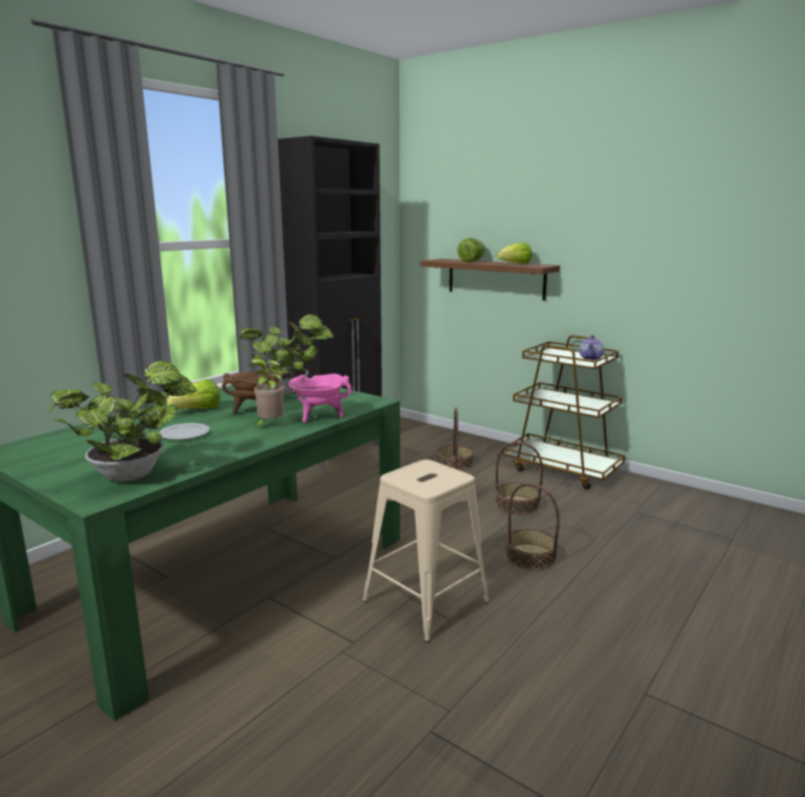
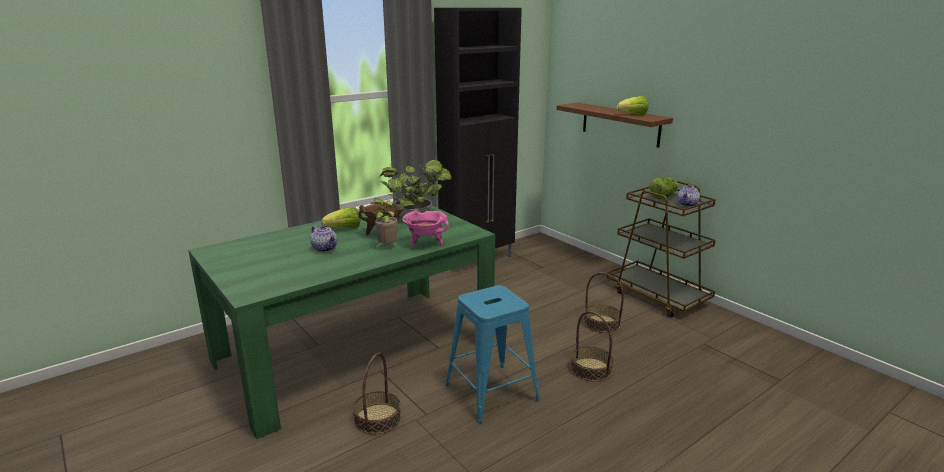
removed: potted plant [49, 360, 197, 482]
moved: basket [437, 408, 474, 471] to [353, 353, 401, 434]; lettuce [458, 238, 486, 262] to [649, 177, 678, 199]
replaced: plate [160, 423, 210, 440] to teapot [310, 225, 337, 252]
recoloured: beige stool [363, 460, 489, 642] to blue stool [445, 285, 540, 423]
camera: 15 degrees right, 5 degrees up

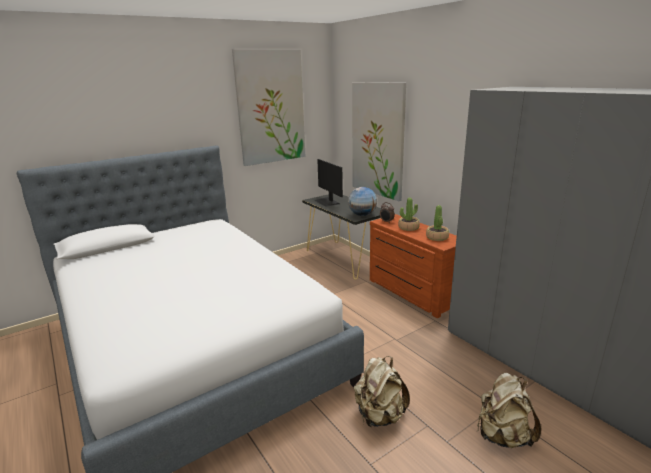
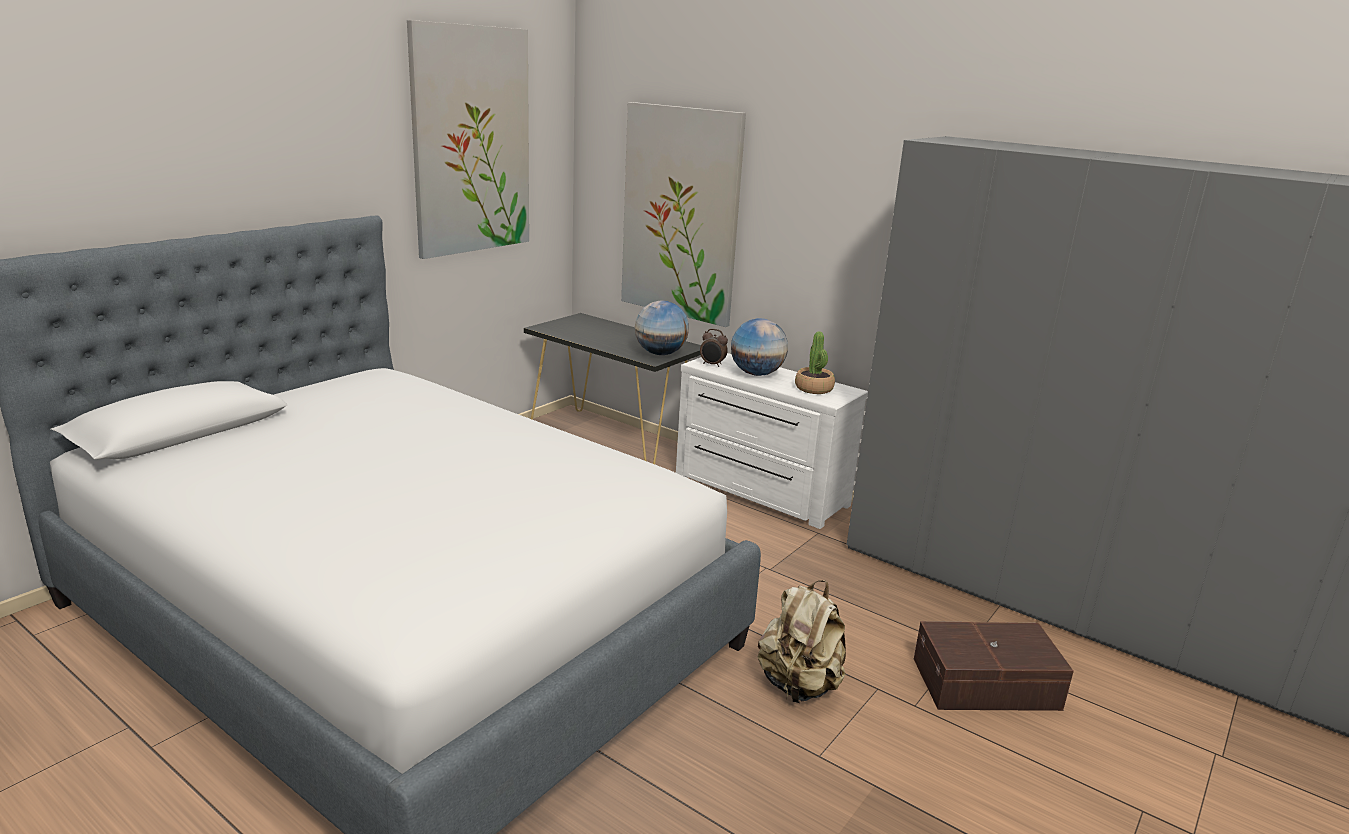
removed: monitor [314, 159, 343, 207]
replaced: potted plant [398, 198, 420, 231] to globe [731, 318, 788, 376]; beige backpack [477, 373, 541, 448] to brown storage box [914, 621, 1074, 711]
recoloured: brown dresser [370, 214, 457, 318] to white dresser [676, 353, 868, 529]
camera: 20 degrees left, 0 degrees up

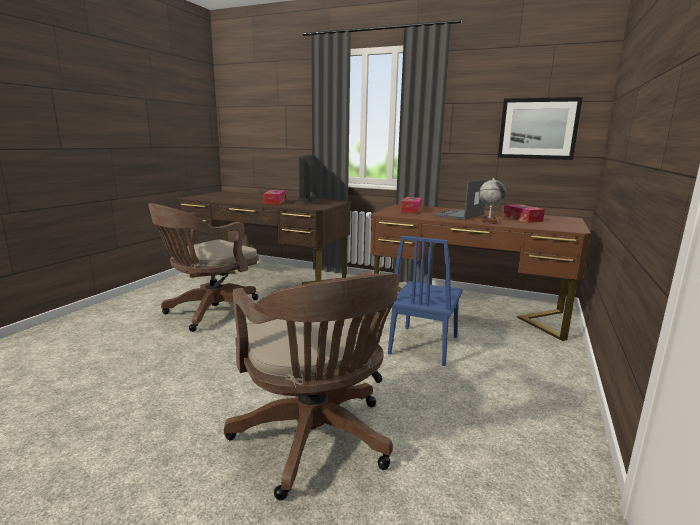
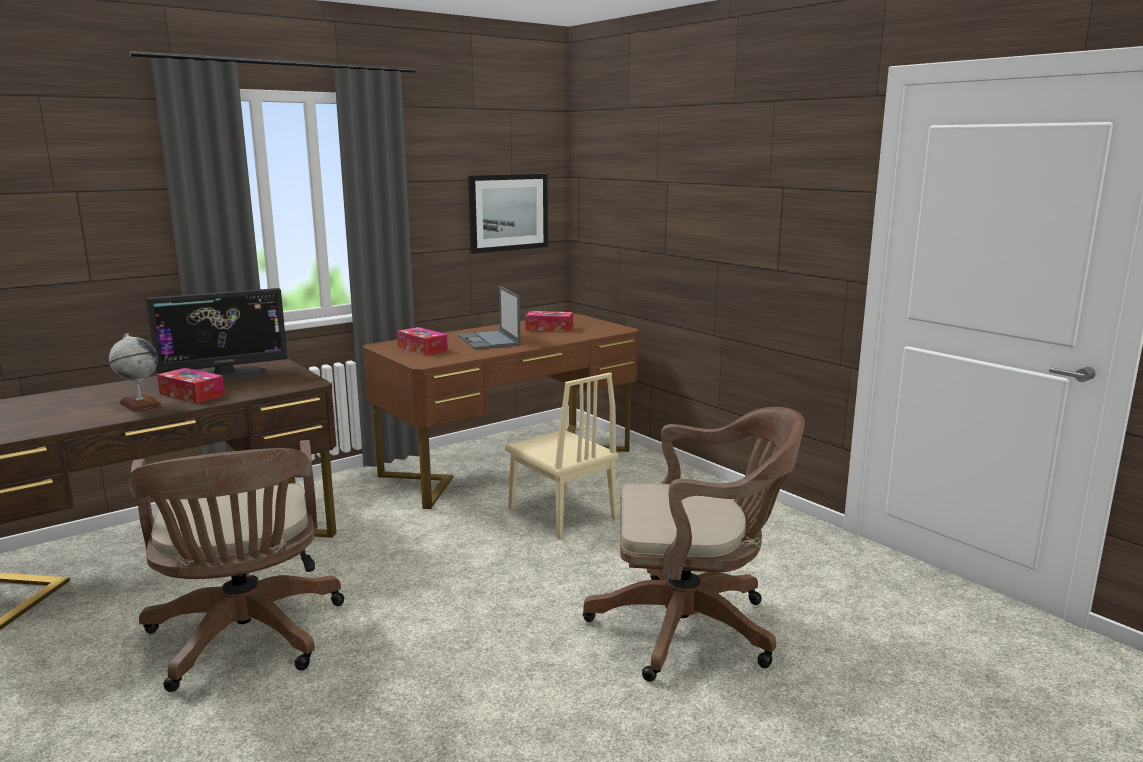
moved: globe [479, 178, 506, 224] to [109, 333, 162, 412]
recoloured: blue chair [388, 236, 463, 366] to beige chair [505, 373, 618, 539]
turned: monitor [297, 154, 318, 204] = [146, 288, 288, 382] 60 degrees counterclockwise
camera: 60 degrees left, 0 degrees up

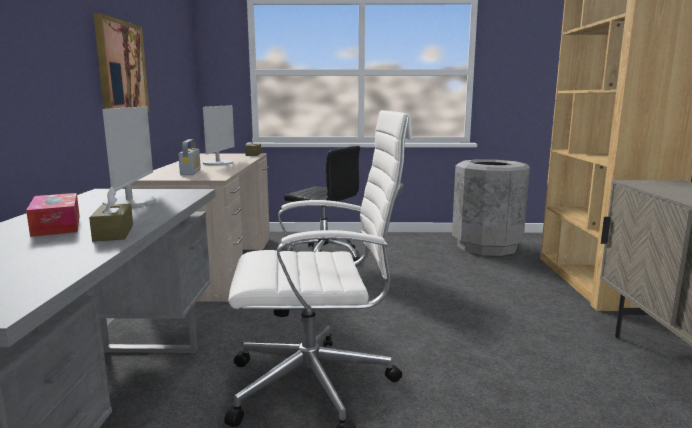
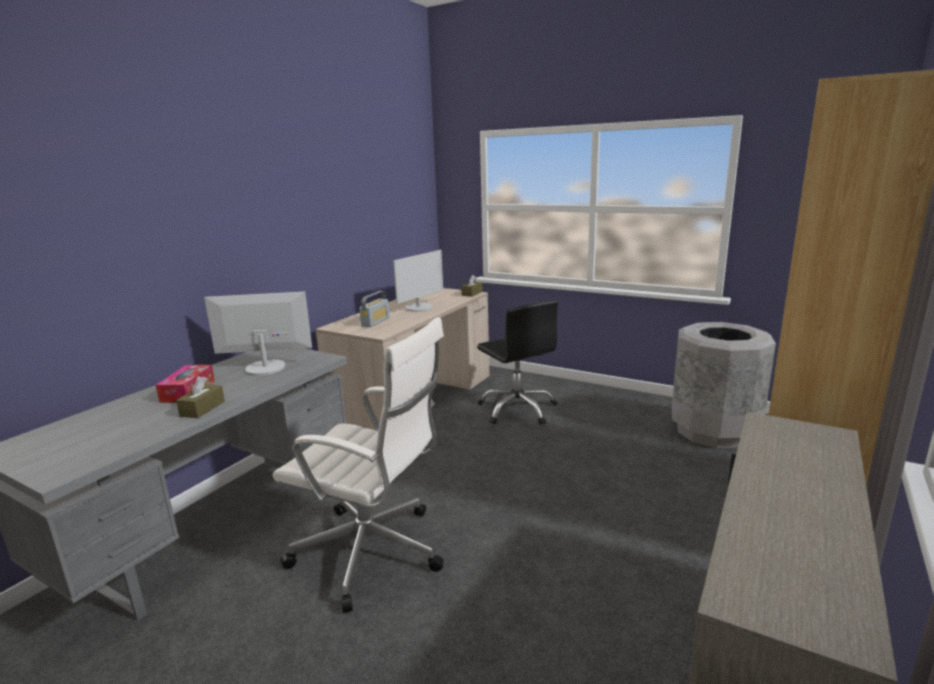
removed: picture [93, 13, 149, 112]
turned: monitor [102, 106, 156, 207] = [204, 292, 312, 376] 120 degrees counterclockwise
camera: 30 degrees right, 5 degrees up

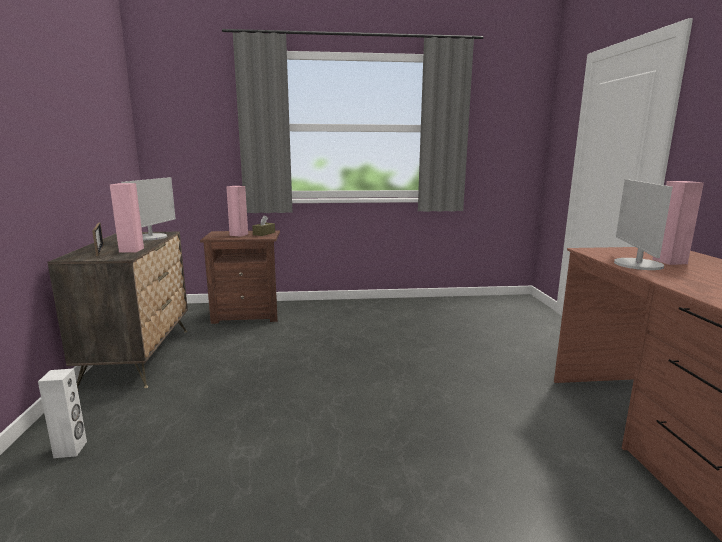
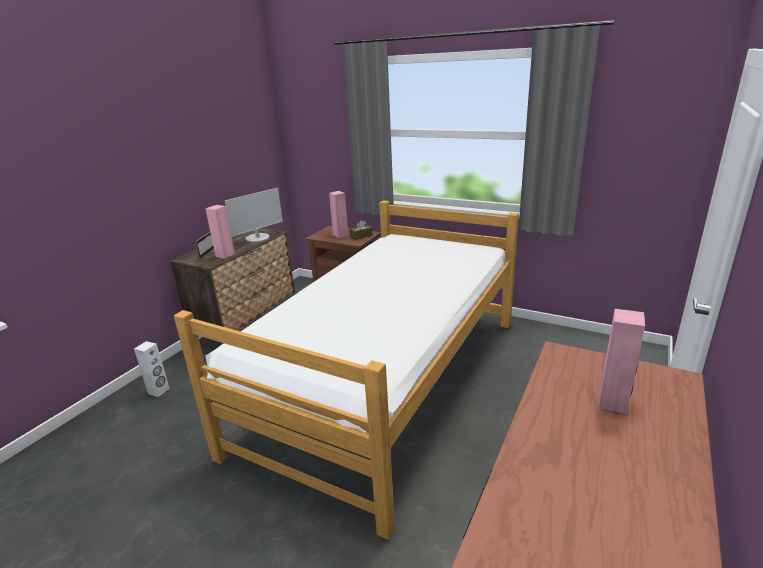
removed: monitor [614, 179, 673, 270]
added: bed [174, 200, 519, 540]
camera: 35 degrees right, 10 degrees up

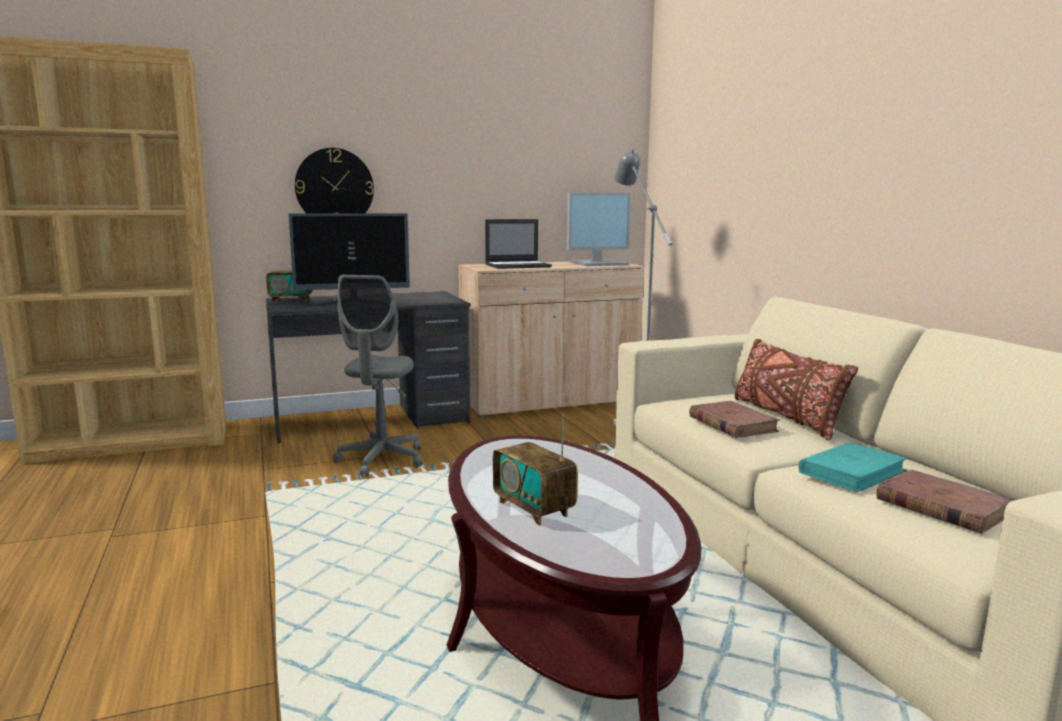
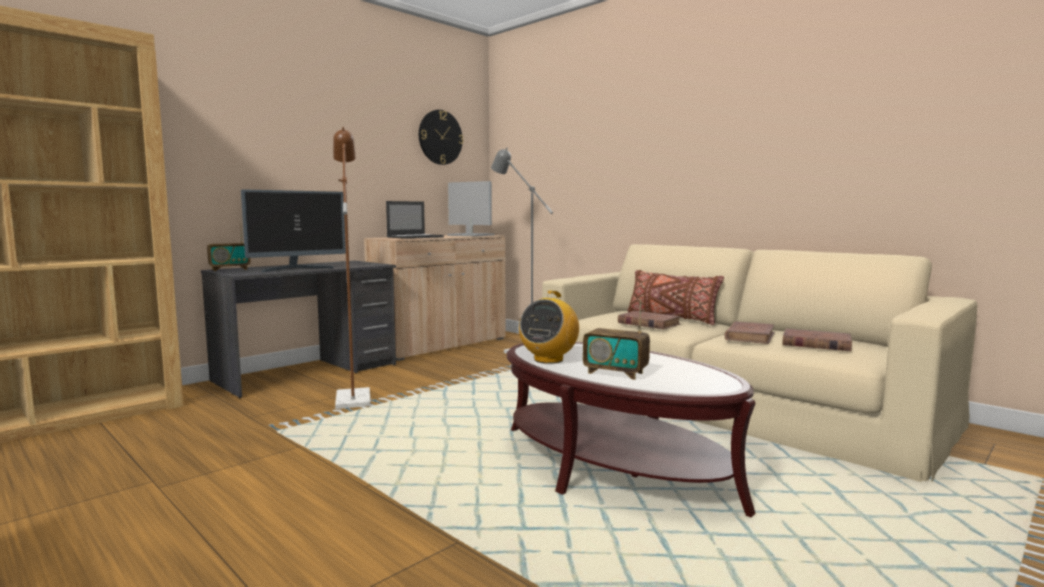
added: radio [519, 291, 579, 364]
moved: wall clock [295, 148, 374, 213] to [419, 110, 463, 165]
replaced: grey office chair [333, 275, 423, 477] to brown floor lamp [333, 127, 371, 409]
recoloured: turquoise book [798, 442, 907, 492] to brown book [724, 321, 775, 344]
turned: monitor [567, 193, 631, 266] = [447, 181, 495, 236] 105 degrees counterclockwise
camera: 25 degrees left, 5 degrees down

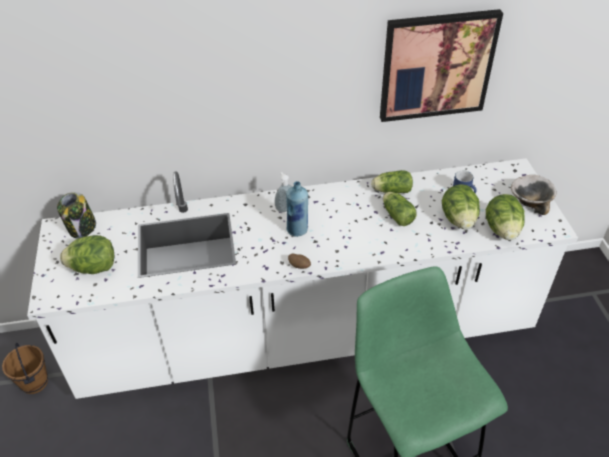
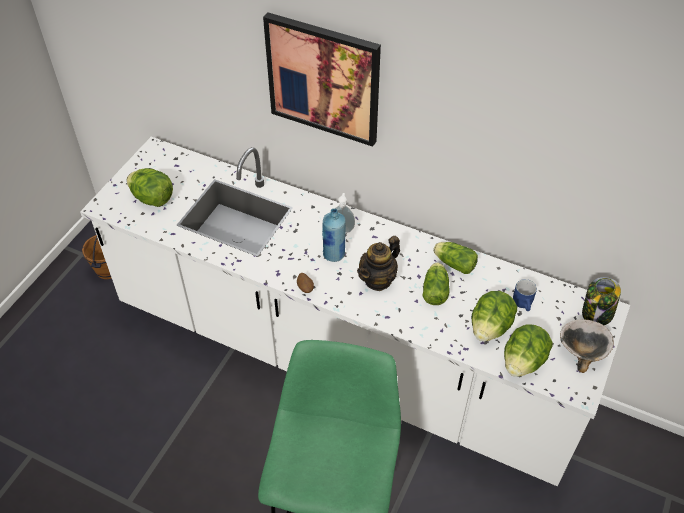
added: teapot [357, 236, 400, 291]
moved: picture [380, 9, 503, 122] to [263, 12, 381, 147]; jar [57, 192, 96, 238] to [582, 277, 621, 325]
camera: 35 degrees right, 5 degrees up

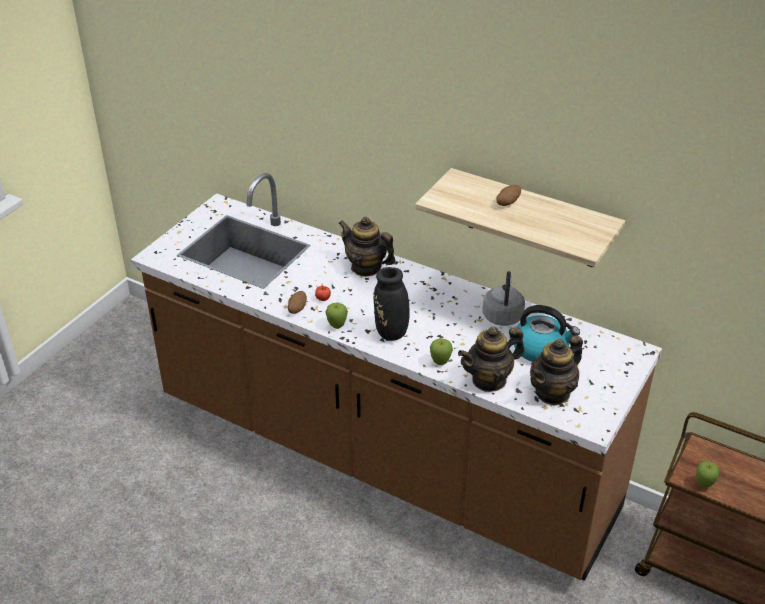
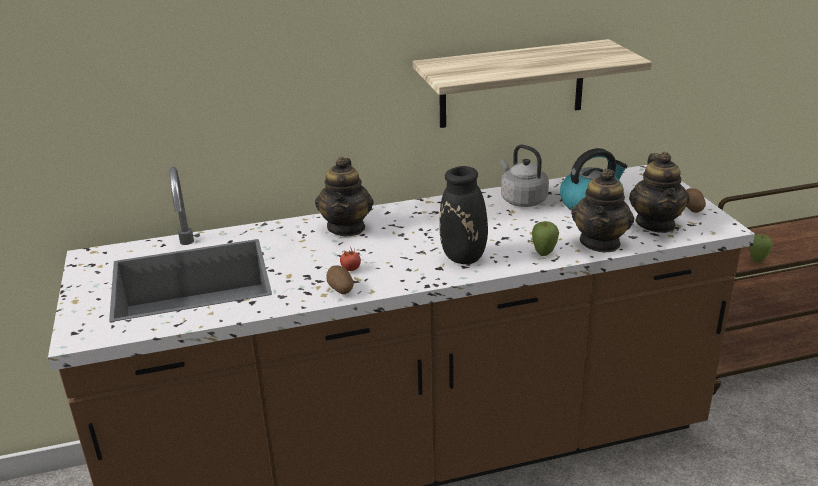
removed: apple [326, 302, 348, 329]
moved: potato [496, 185, 521, 206] to [686, 188, 706, 213]
turned: teapot [338, 217, 395, 277] = [315, 157, 373, 236] 75 degrees counterclockwise
camera: 45 degrees left, 10 degrees down

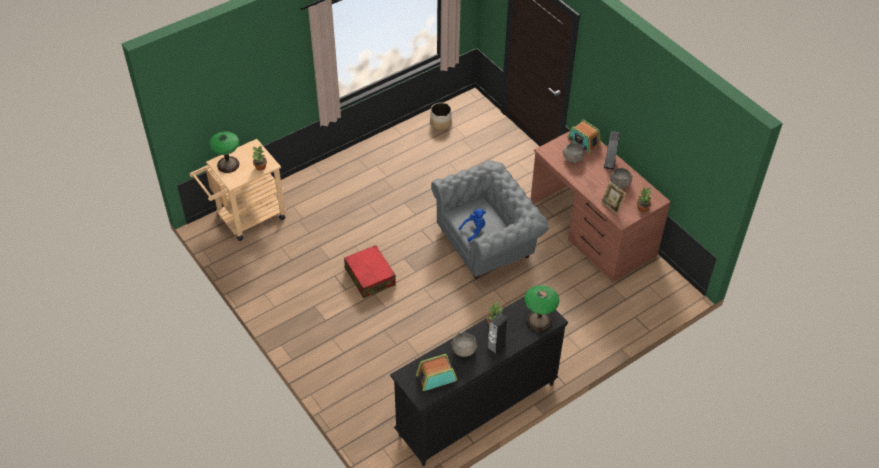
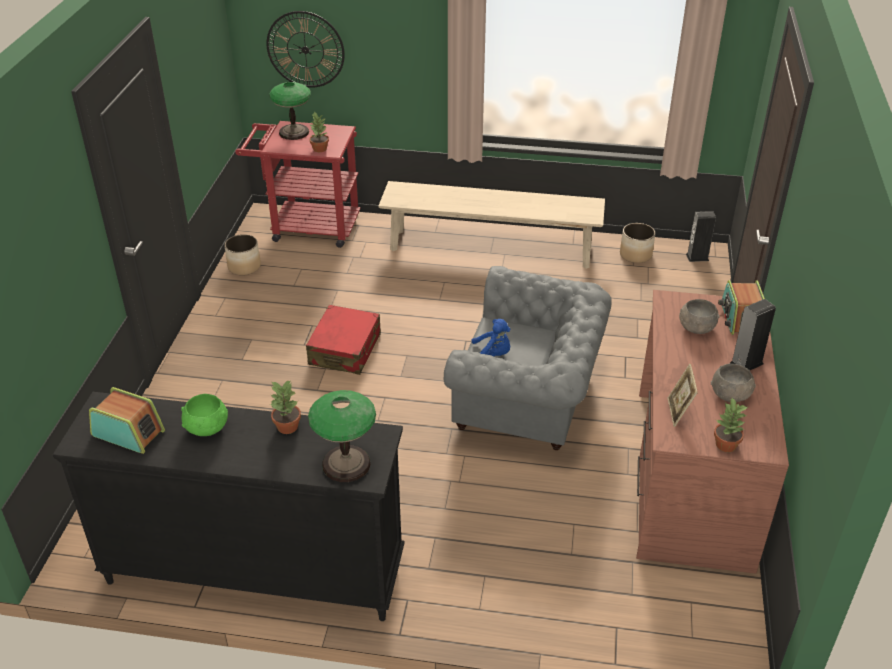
added: planter [224, 234, 261, 275]; wall clock [266, 11, 345, 88]; beige bench [379, 181, 605, 269]
moved: speaker [487, 313, 508, 356] to [686, 211, 716, 262]
recoloured: grey bowl [451, 333, 477, 357] to green bowl [181, 394, 228, 436]; beige cart [189, 139, 286, 241] to red cart [235, 121, 361, 248]
camera: 45 degrees right, 10 degrees down

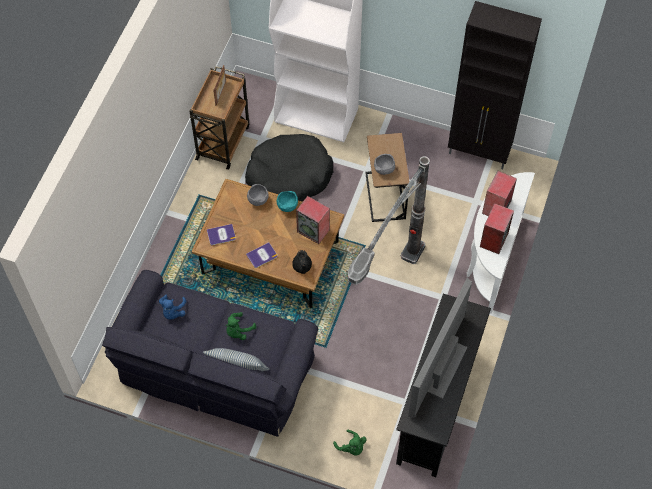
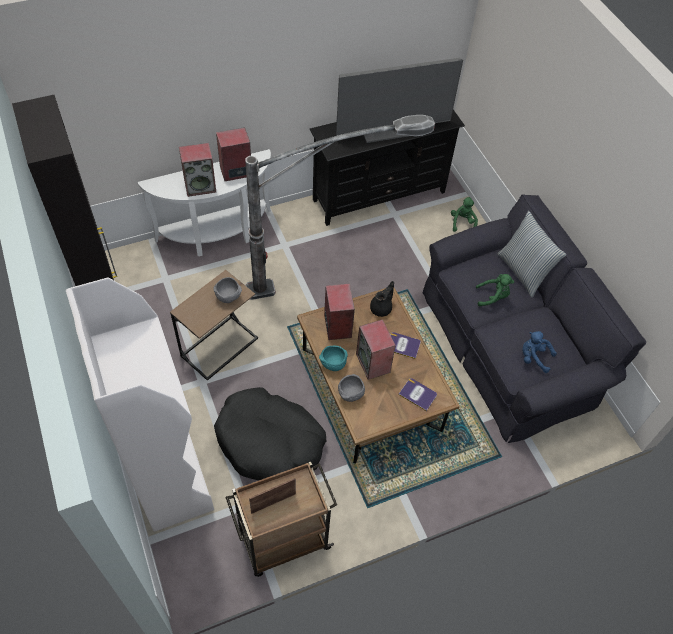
added: speaker [356, 319, 396, 380]
turned: blue plush toy [159, 295, 187, 319] = [523, 331, 557, 373] 120 degrees counterclockwise
camera: 135 degrees left, 5 degrees down

